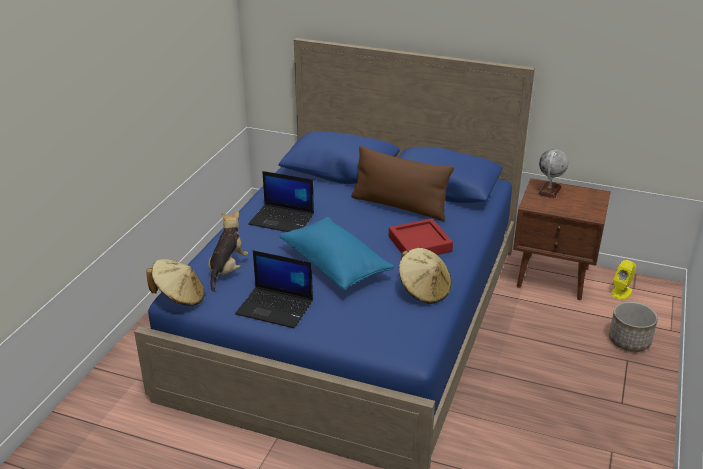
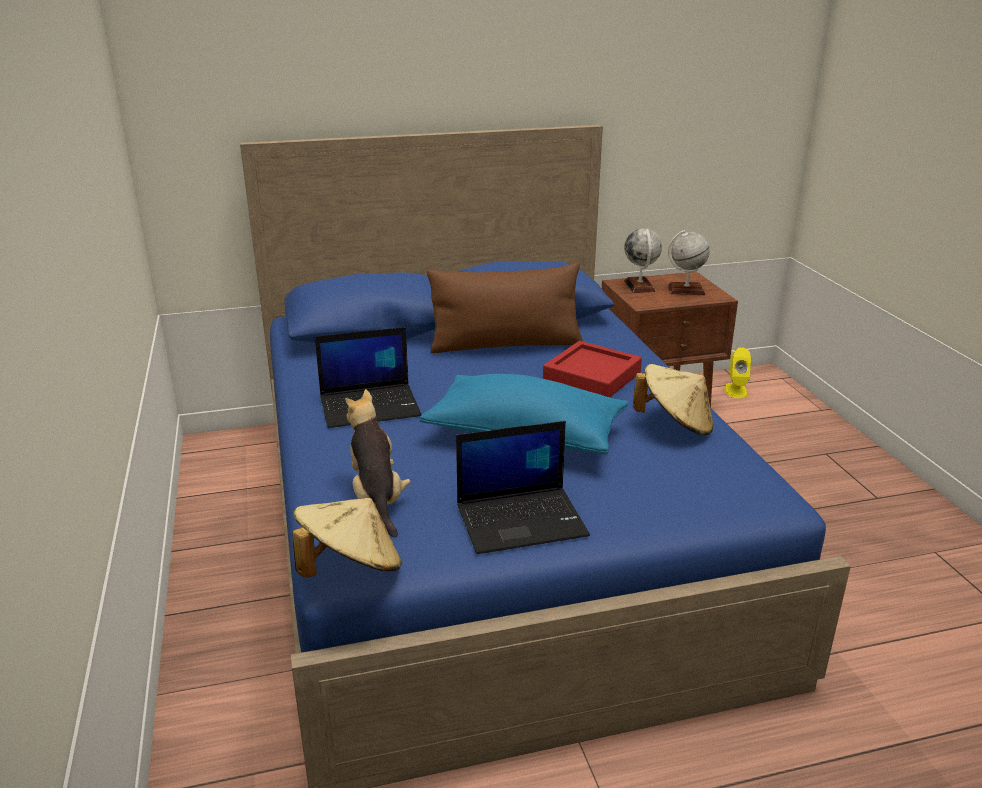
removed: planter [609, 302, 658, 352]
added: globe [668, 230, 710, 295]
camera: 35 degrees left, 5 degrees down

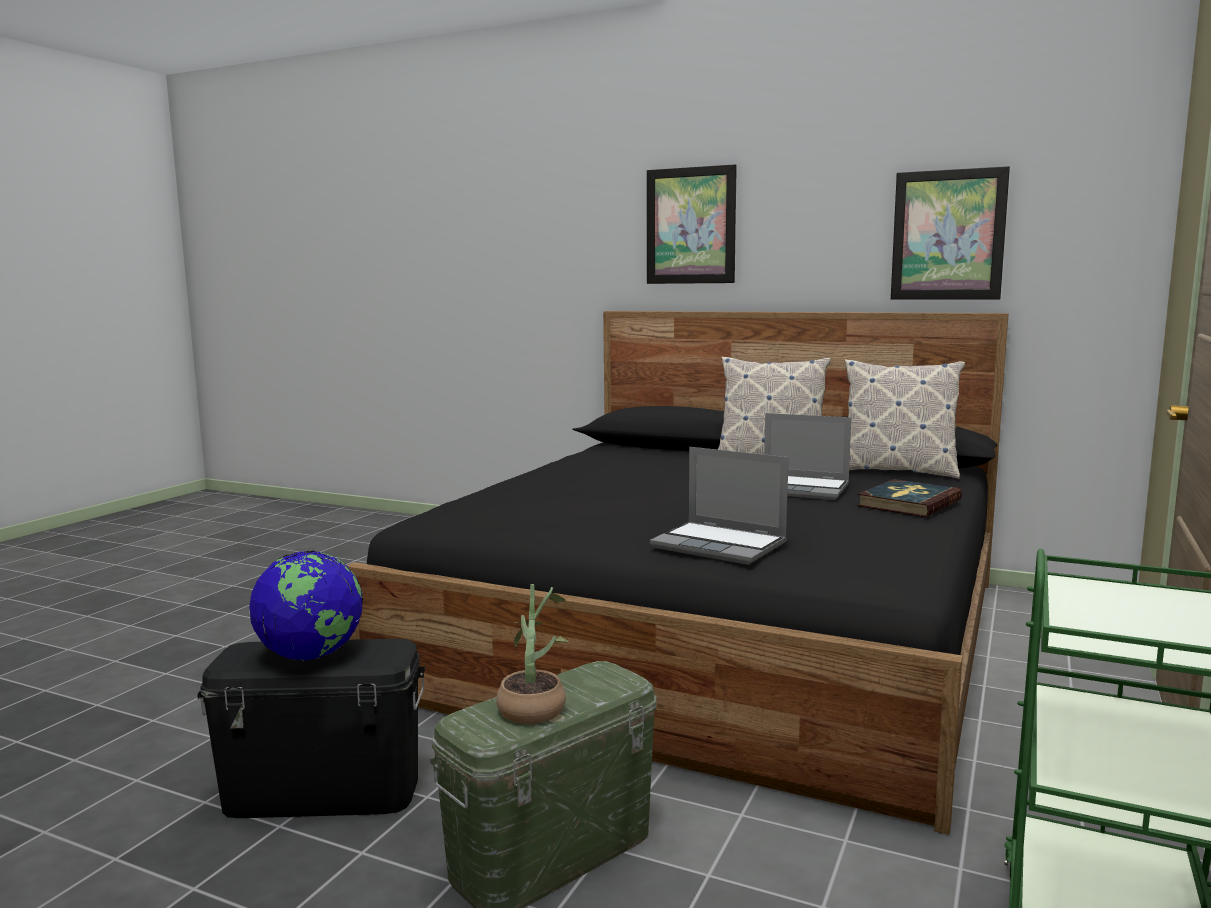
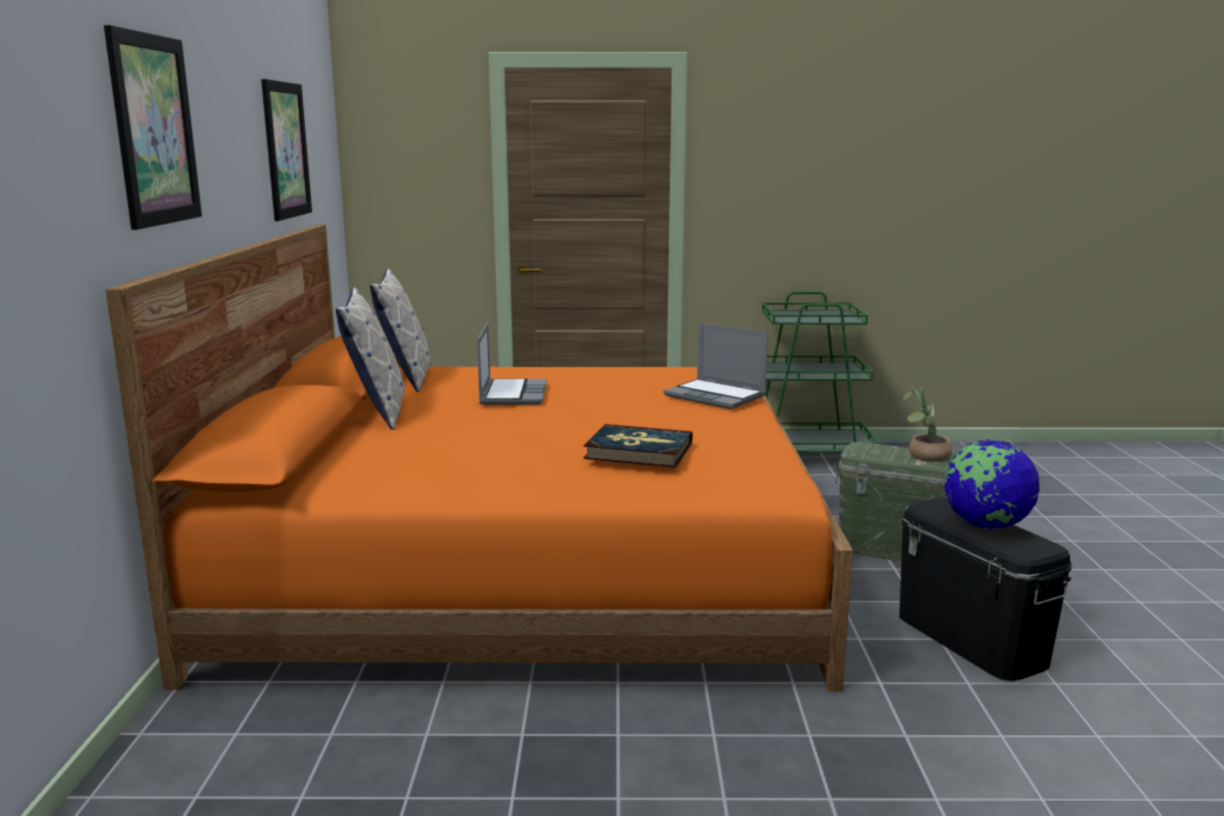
moved: book [857, 479, 962, 517] to [583, 424, 693, 468]
recoloured: black bed [347, 311, 1009, 835] to orange bed [106, 225, 853, 691]
turned: laptop [650, 447, 789, 565] = [664, 323, 768, 409] 120 degrees clockwise
camera: 115 degrees left, 5 degrees up

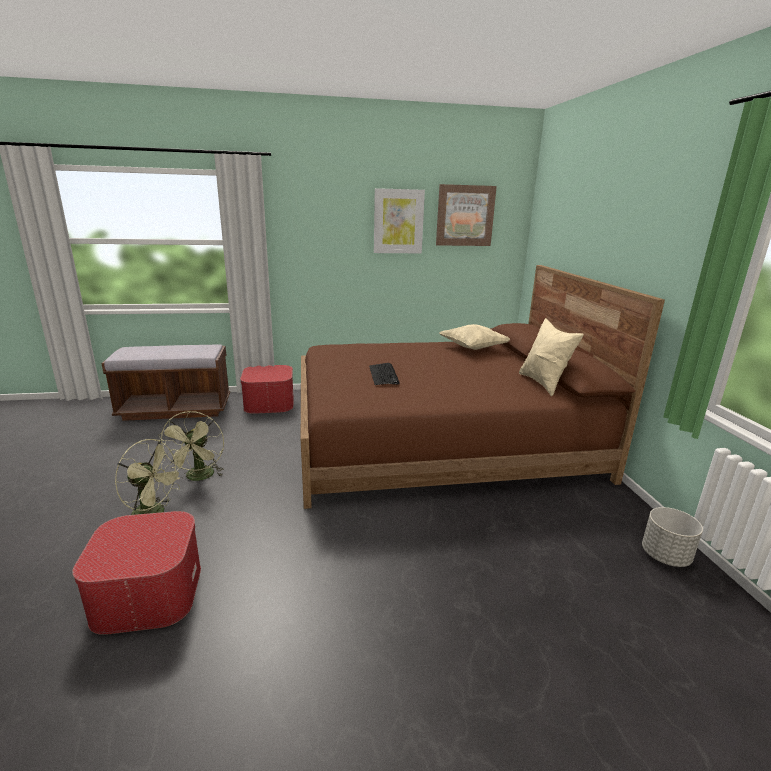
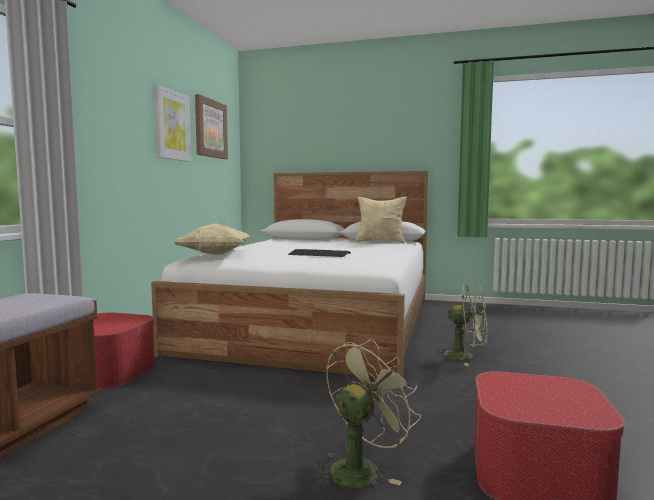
removed: grey planter [642, 507, 703, 567]
moved: beige pillow [439, 324, 510, 350] to [173, 224, 251, 255]; green fan [158, 411, 224, 481] to [437, 282, 488, 366]
recoloured: brown bed [301, 265, 665, 509] to white bed [151, 171, 428, 377]
camera: 65 degrees left, 15 degrees down

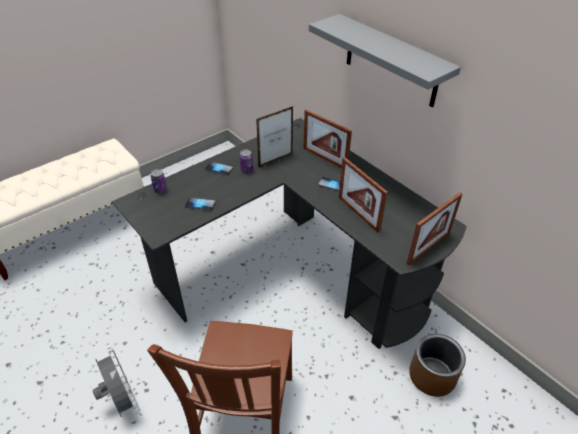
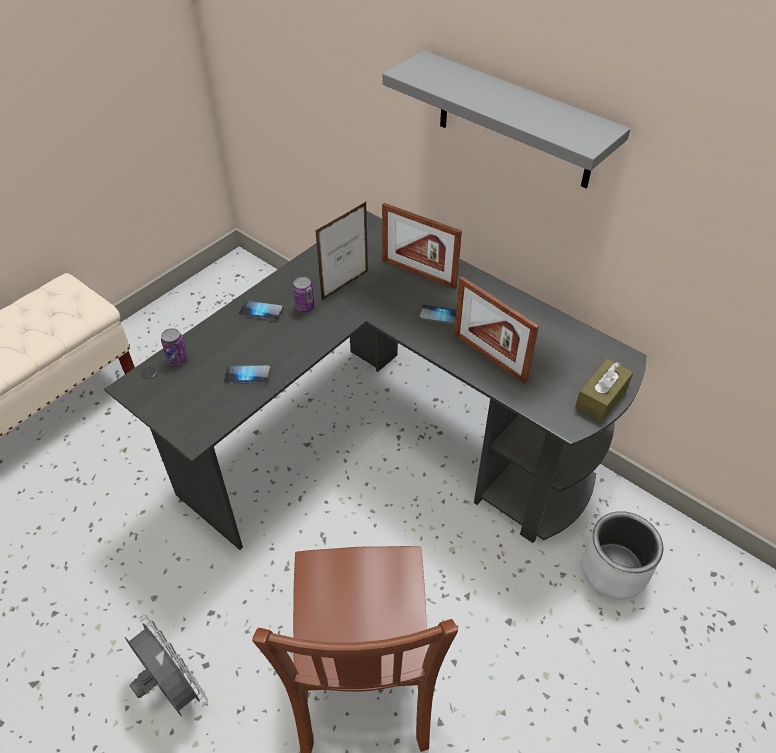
replaced: picture frame [407, 192, 463, 266] to brown tissue box [575, 359, 633, 421]
recoloured: brown planter [409, 334, 466, 397] to grey planter [582, 511, 663, 600]
camera: 10 degrees left, 5 degrees up

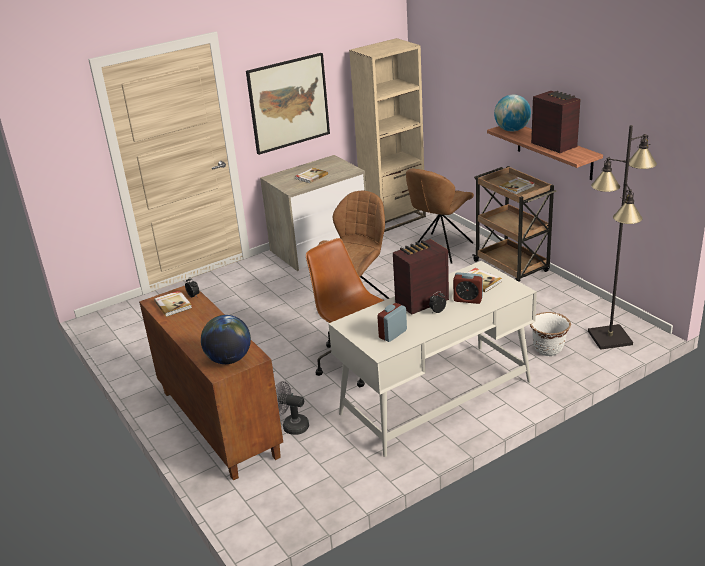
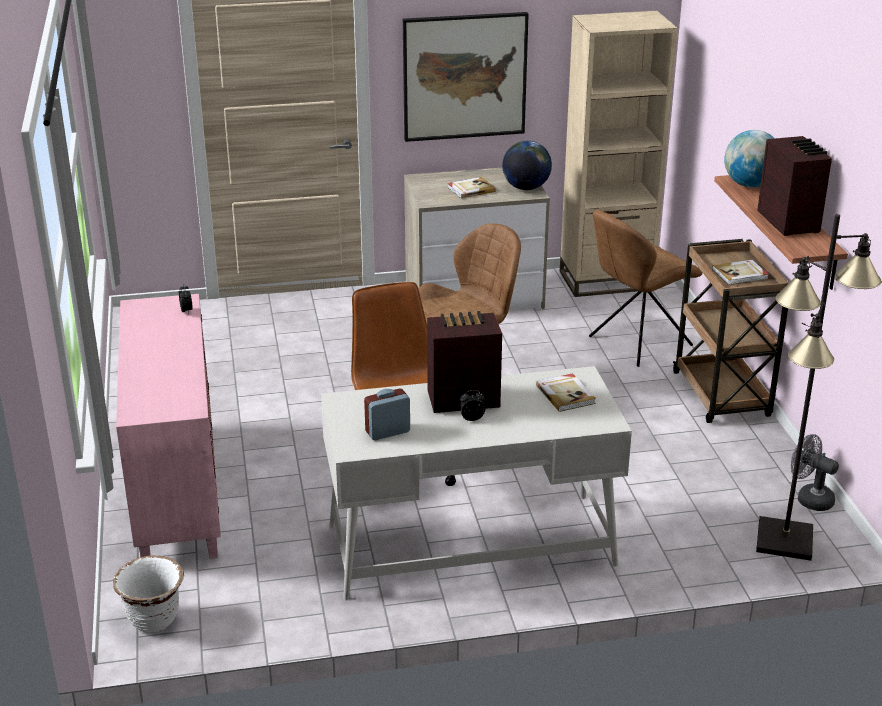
removed: book [154, 290, 192, 317]; alarm clock [453, 272, 483, 304]
moved: white planter [530, 312, 571, 356] to [113, 555, 184, 633]; globe [201, 315, 251, 364] to [502, 141, 552, 190]; grey fan [275, 381, 309, 435] to [791, 434, 839, 511]
recoloured: brown cabinet [139, 286, 283, 480] to pink cabinet [116, 294, 221, 559]
camera: 20 degrees right, 0 degrees up

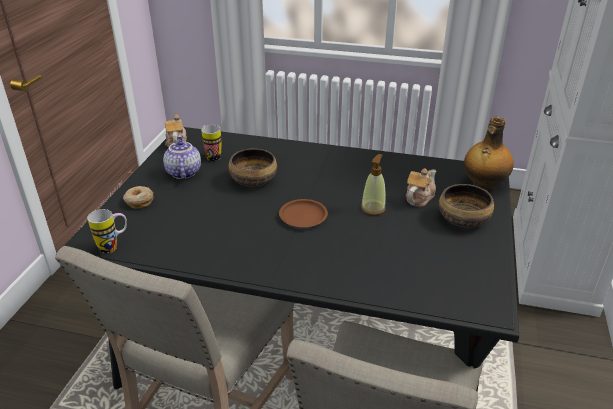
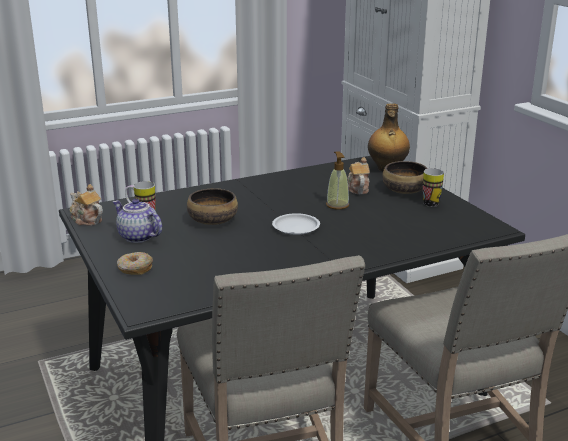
moved: mug [87, 209, 127, 254] to [423, 168, 444, 207]
recoloured: brown plate [279, 199, 328, 227] to white plate [272, 213, 320, 235]
camera: 40 degrees left, 10 degrees down

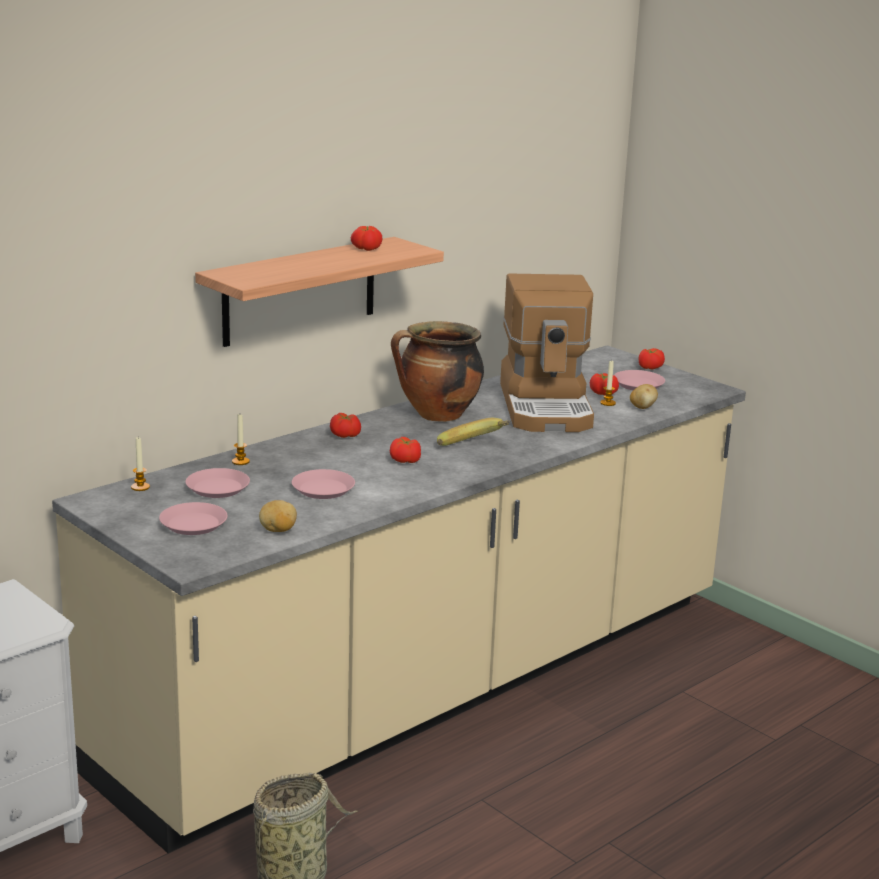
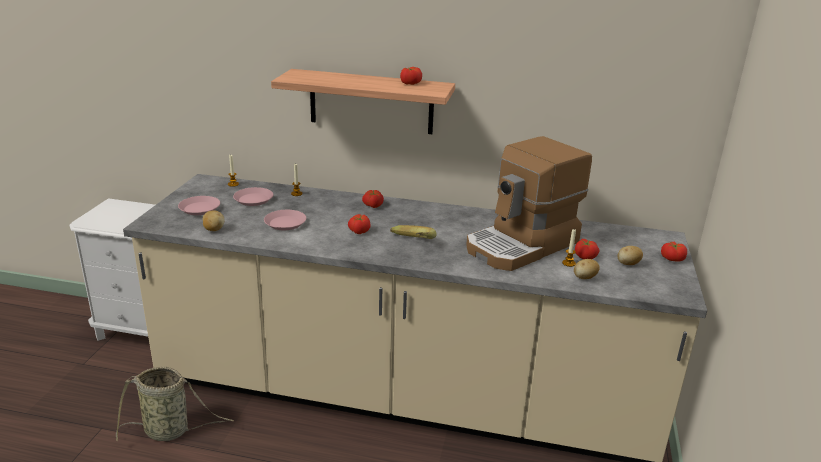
removed: cooking pot [391, 321, 484, 422]
replaced: pink plate [614, 370, 665, 390] to potato [618, 246, 643, 265]
camera: 55 degrees right, 5 degrees up

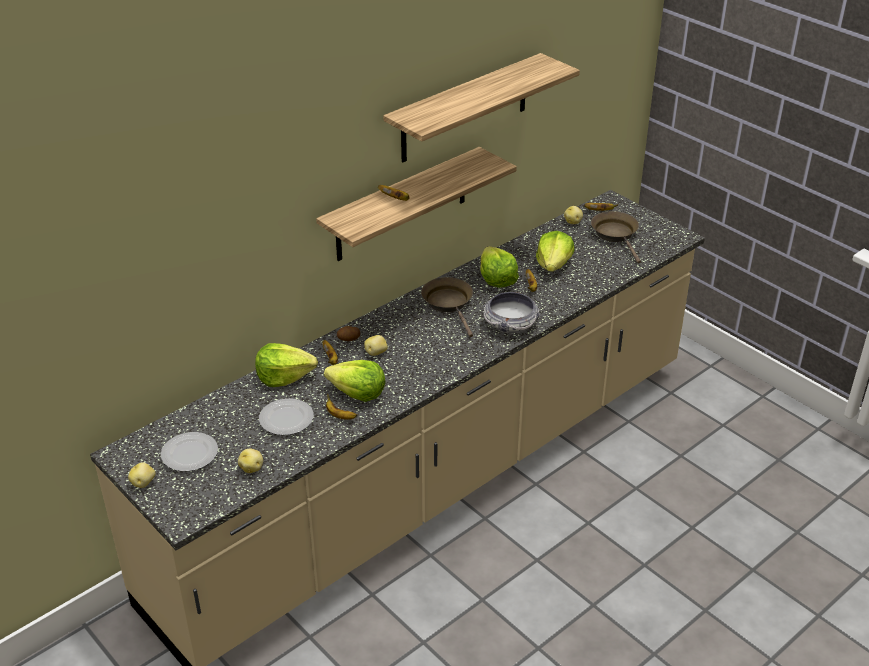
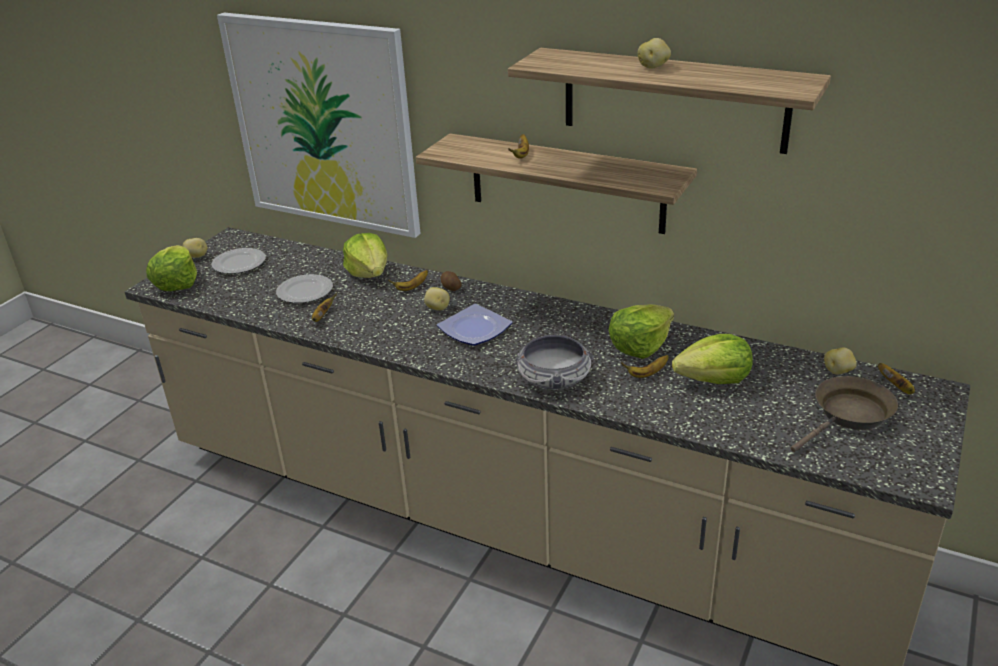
removed: brown frying pan [421, 277, 473, 337]
added: picture [217, 13, 421, 238]; plate [437, 304, 513, 346]
moved: lettuce [324, 360, 385, 402] to [146, 245, 197, 291]; potato [238, 449, 263, 473] to [638, 38, 671, 69]
camera: 70 degrees right, 5 degrees down

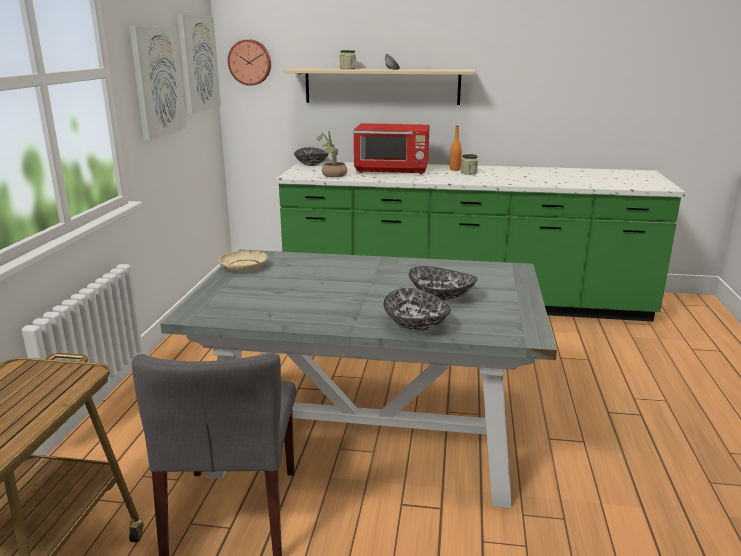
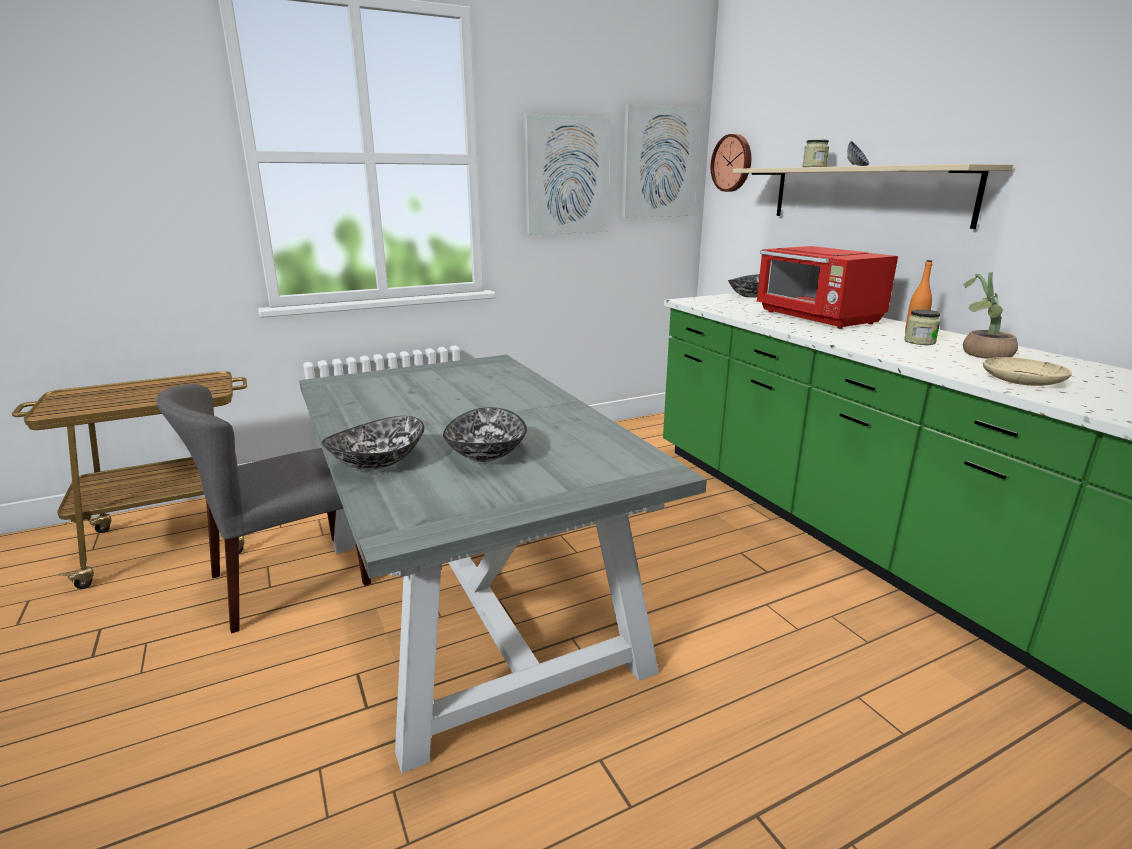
moved: potted plant [317, 131, 347, 177] to [963, 272, 1018, 359]; beige plate [219, 251, 268, 271] to [983, 357, 1072, 386]
camera: 55 degrees right, 0 degrees up

